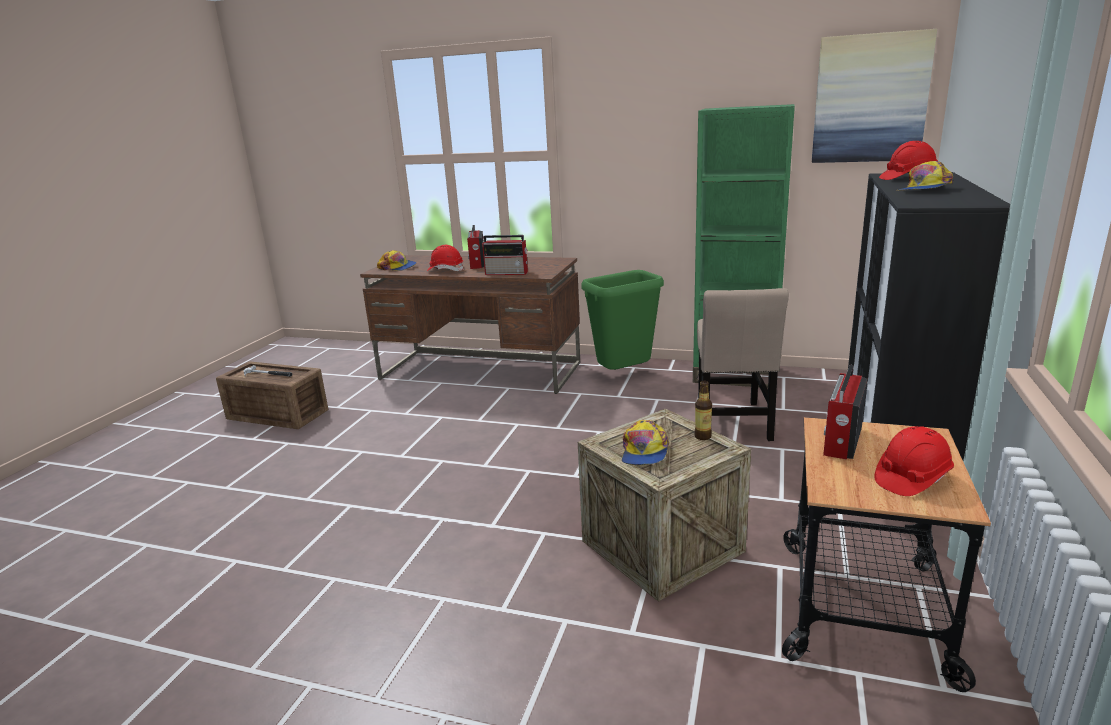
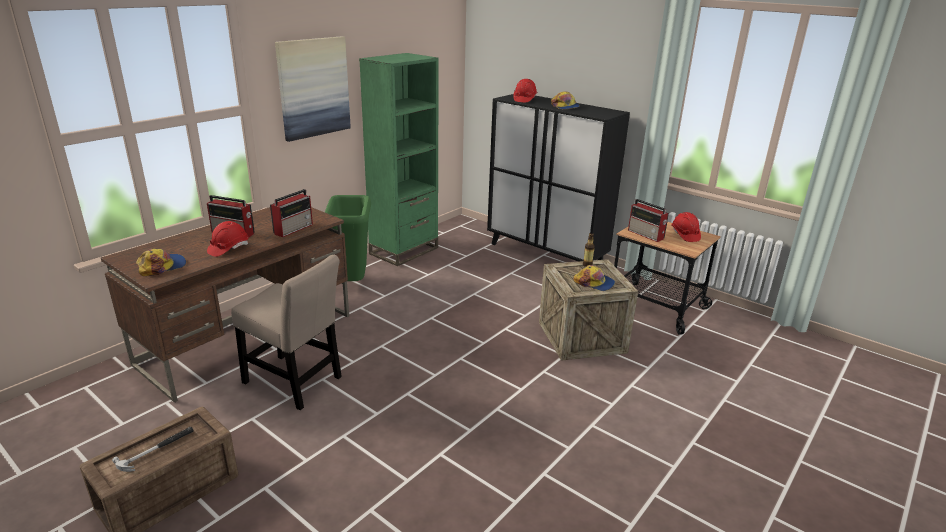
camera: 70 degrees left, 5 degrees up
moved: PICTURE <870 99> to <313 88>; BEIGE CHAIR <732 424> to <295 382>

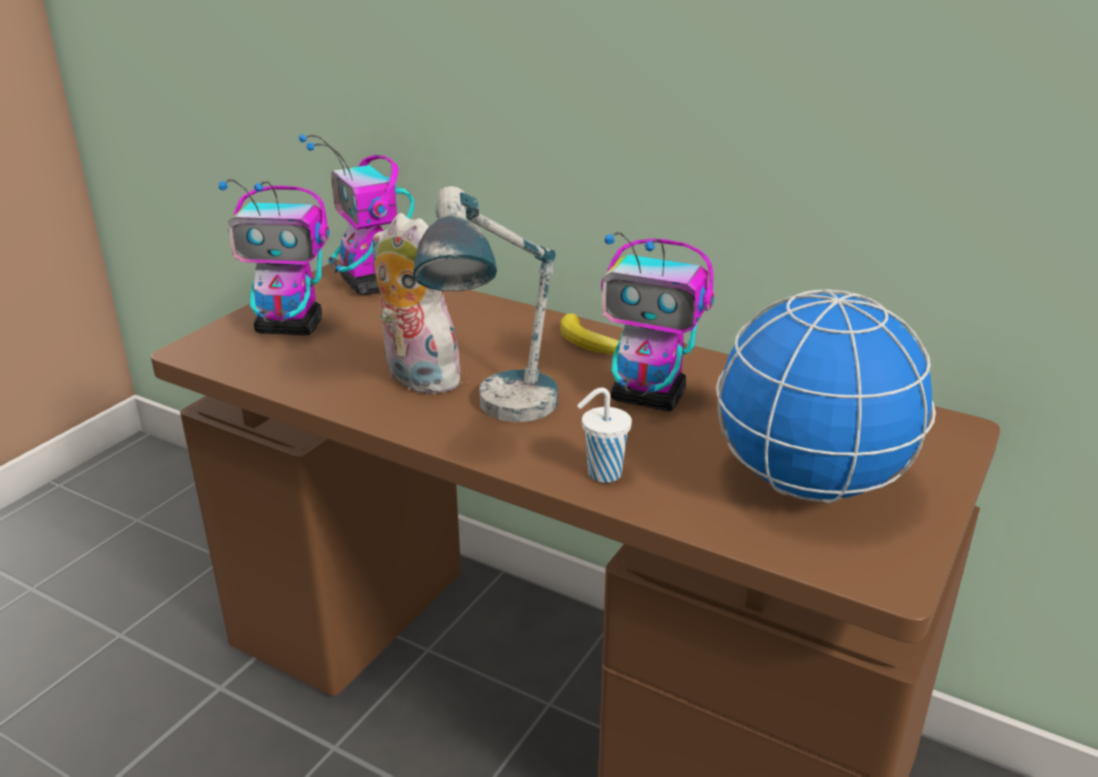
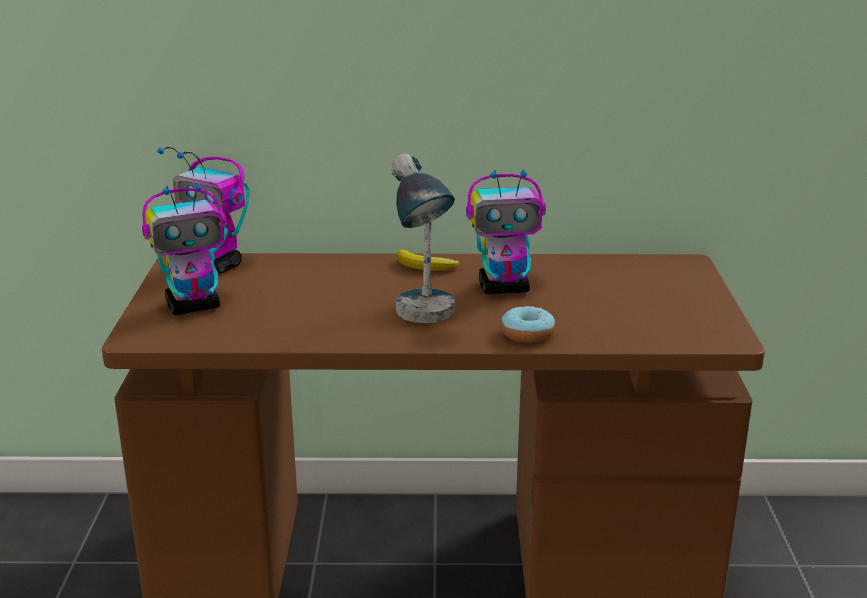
camera: 30 degrees left, 5 degrees down
removed: PLUSH TOY <415 377>; GLOBE <809 483>
replaced: WHITE CUP <602 474> to DONUT <527 334>

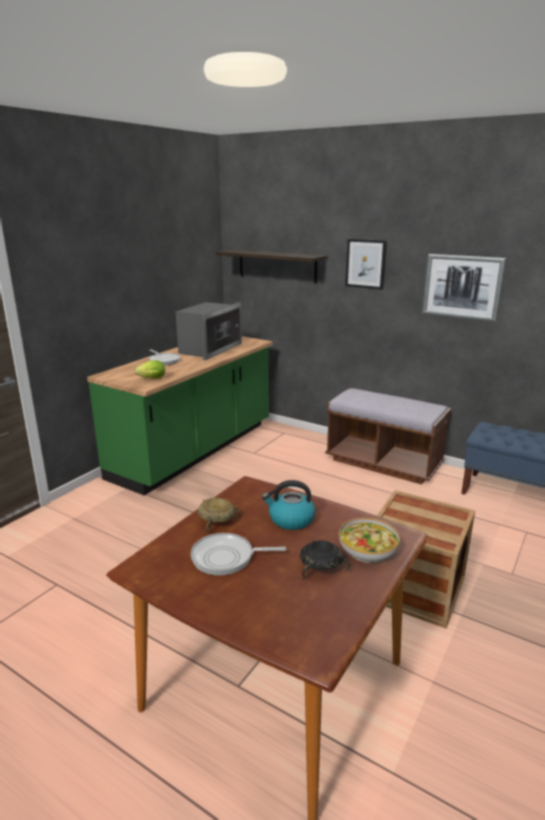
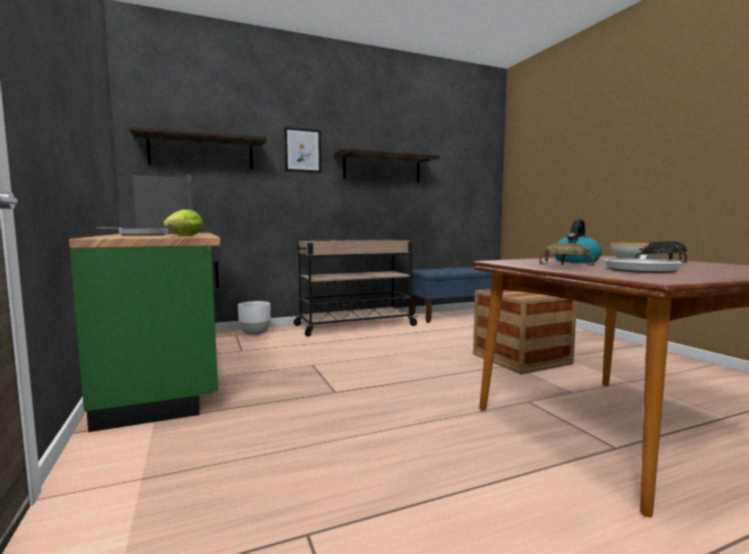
camera: 55 degrees left, 15 degrees down
added: WHITE PLANTER <255 334>
replaced: PICTURE <462 287> to SHELF <382 168>; BROWN BENCH <383 463> to BEIGE CART <353 325>

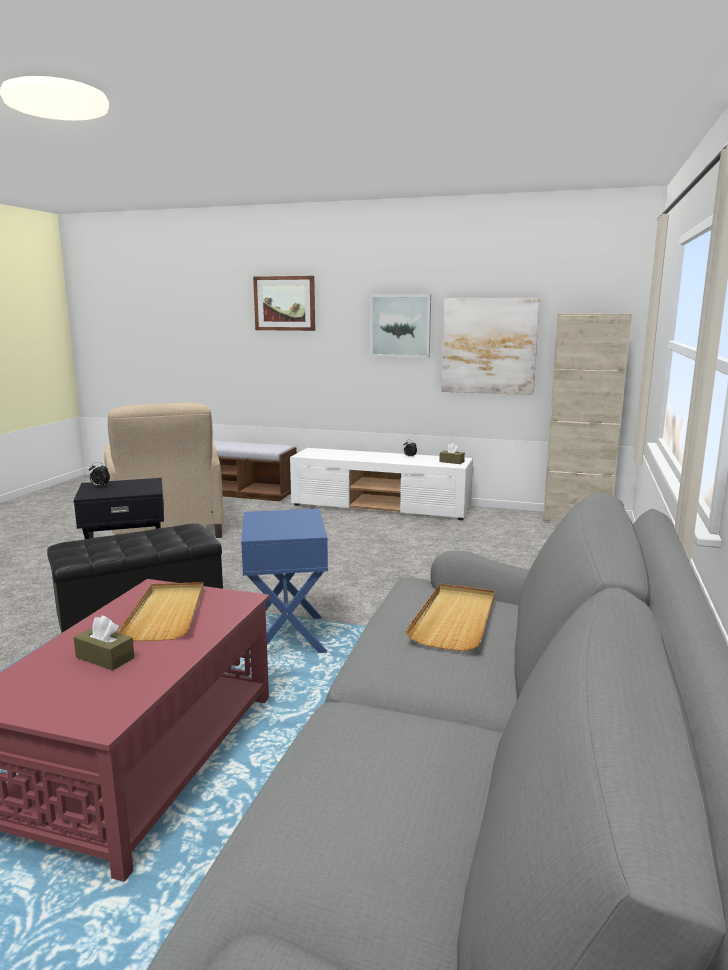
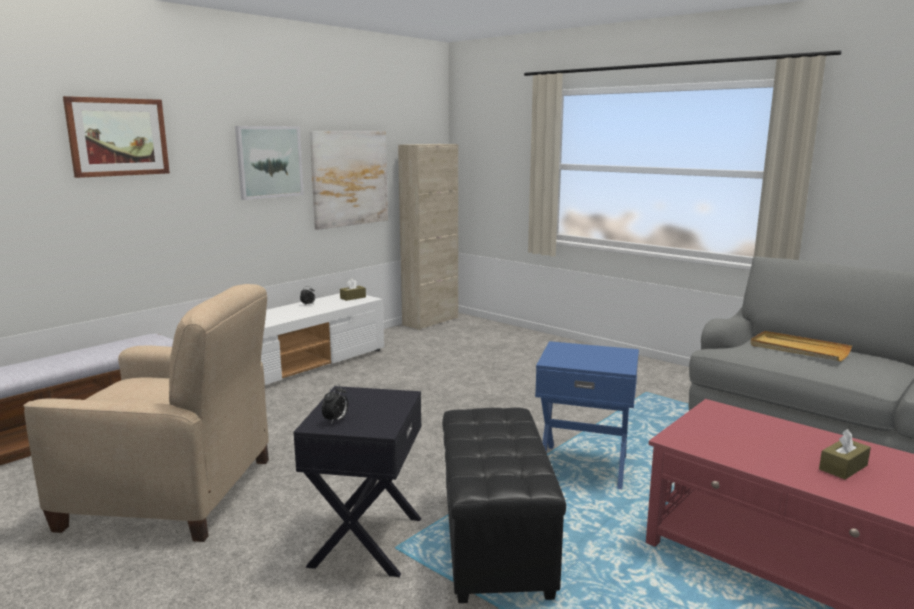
camera: 65 degrees left, 0 degrees up
removed: BEIGE TRAY <167 614>

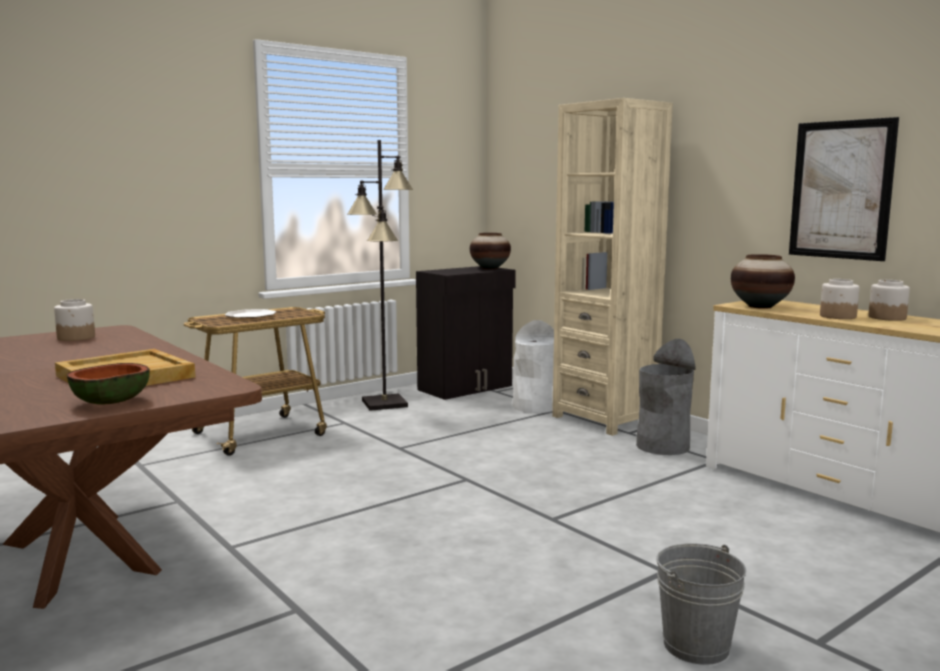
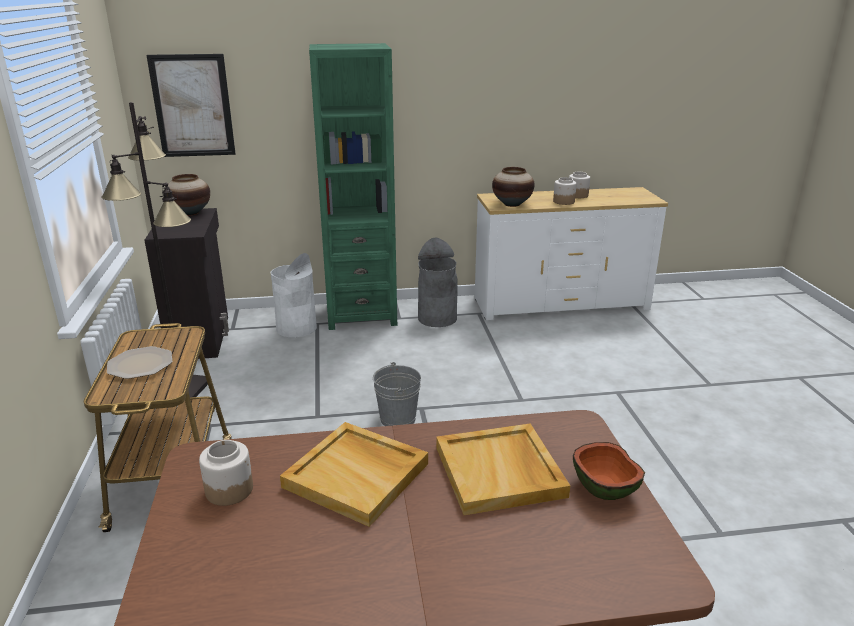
camera: 60 degrees left, 15 degrees up
added: BEIGE TRAY <358 475>
moved: PICTURE <841 190> to <192 106>; GREY BUCKET <696 645> to <397 418>
recoloured: BEIGE BOOKCASE <604 419> to GREEN BOOKCASE <361 315>

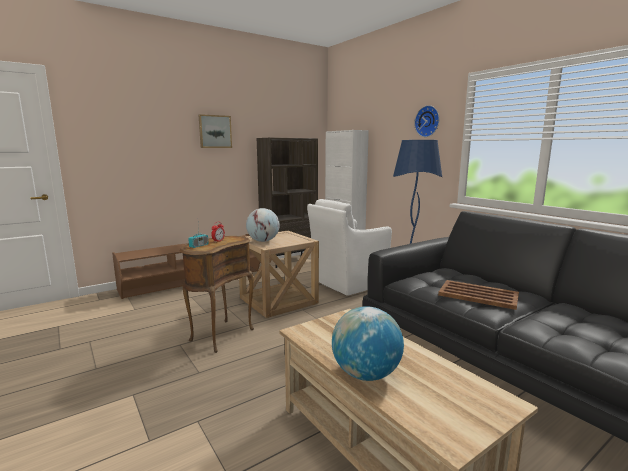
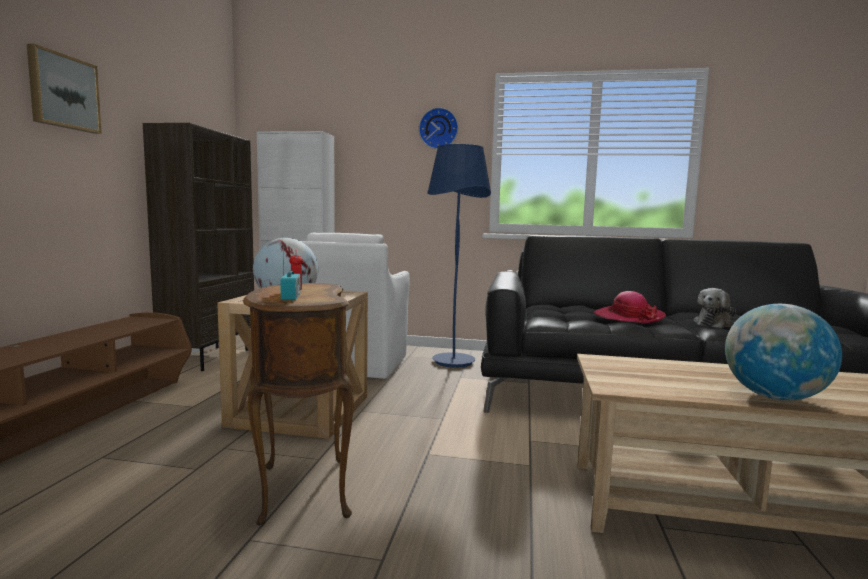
camera: 45 degrees left, 5 degrees down
added: PLUSH TOY <713 324>
replaced: BROWN TRAY <477 295> to HAT <628 317>

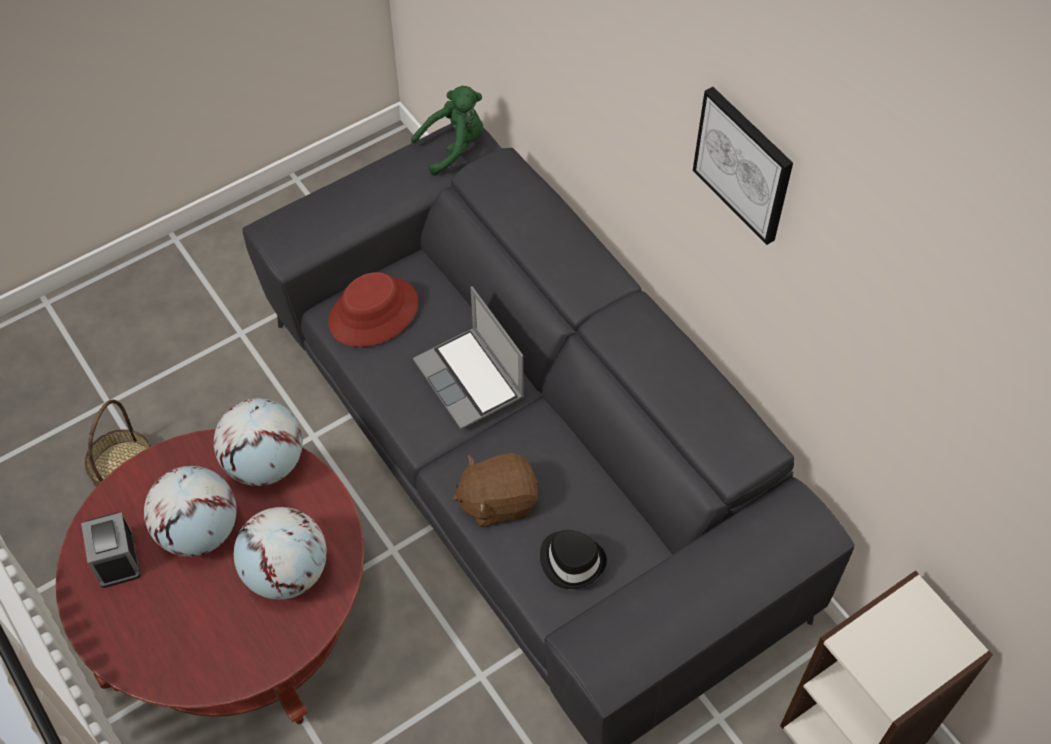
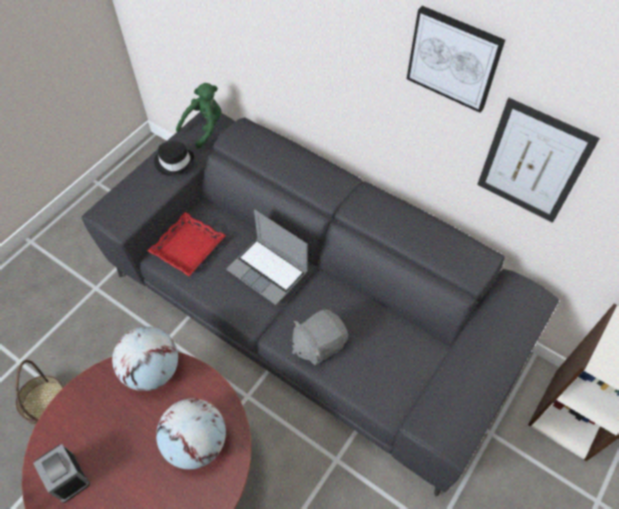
camera: 20 degrees left, 0 degrees up
removed: GLOBE <199 531>
added: PICTURE <532 163>
moved: BLACK HAT <572 560> to <174 162>
replaced: RED HAT <374 313> to RED TRAY <188 247>
recoloured: BROWN PLUSH TOY <497 501> to GREY PLUSH TOY <318 344>

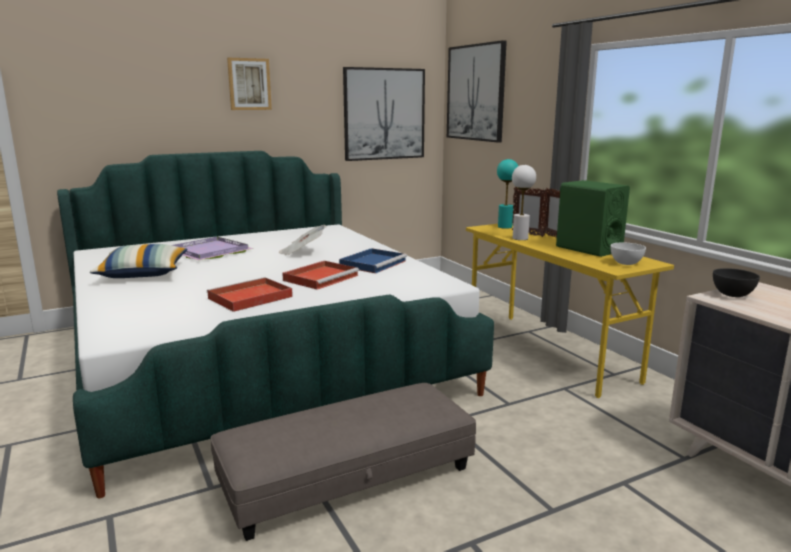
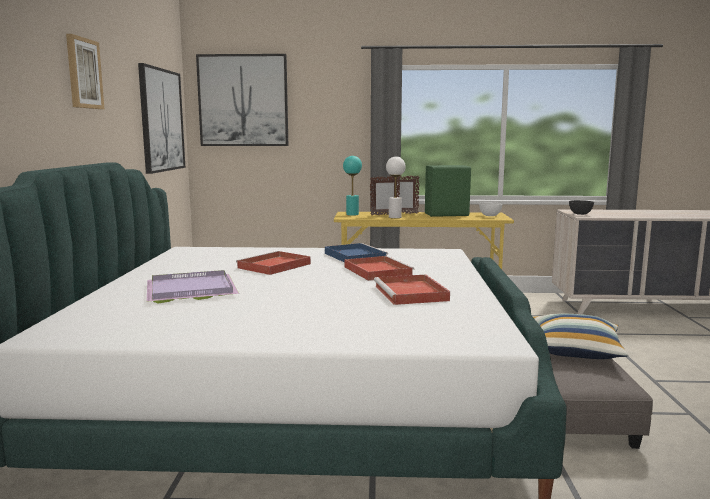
camera: 60 degrees left, 5 degrees down
moved: PILLOW <143 274> to <574 350>
replaced: NEWSPAPER <302 253> to RED TRAY <273 266>

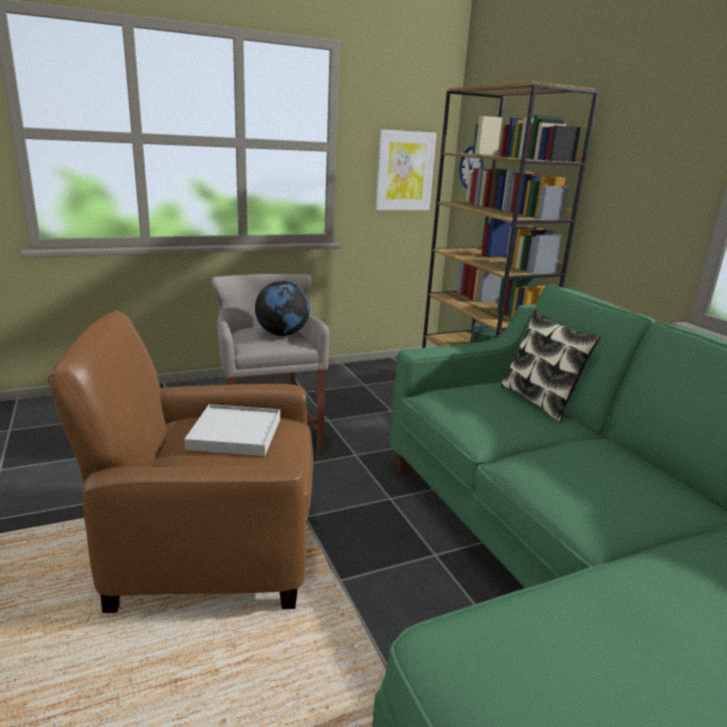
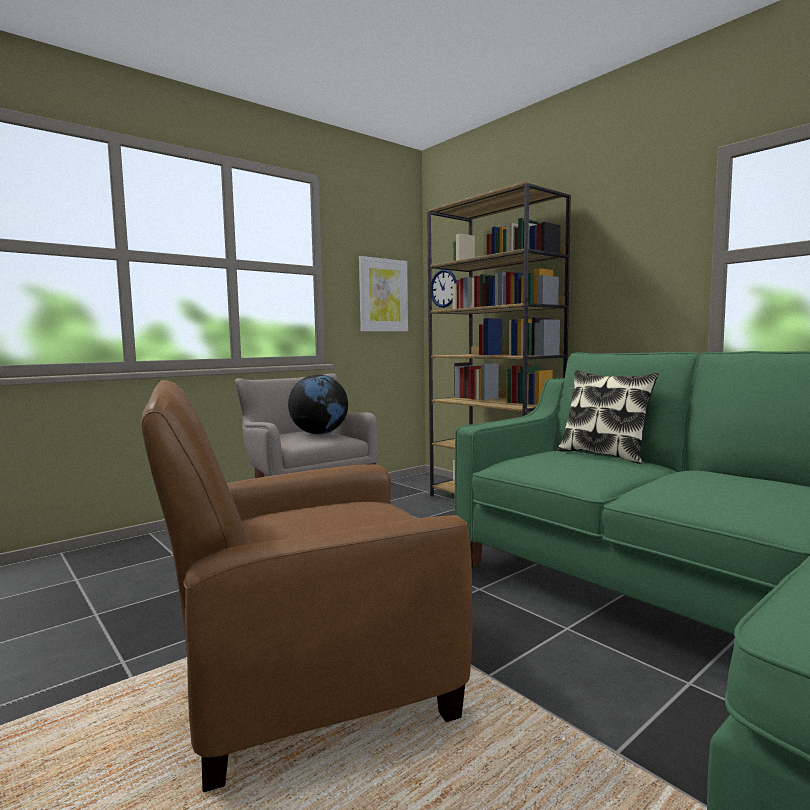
camera: 15 degrees left, 15 degrees down
removed: WHITE TRAY <235 434>

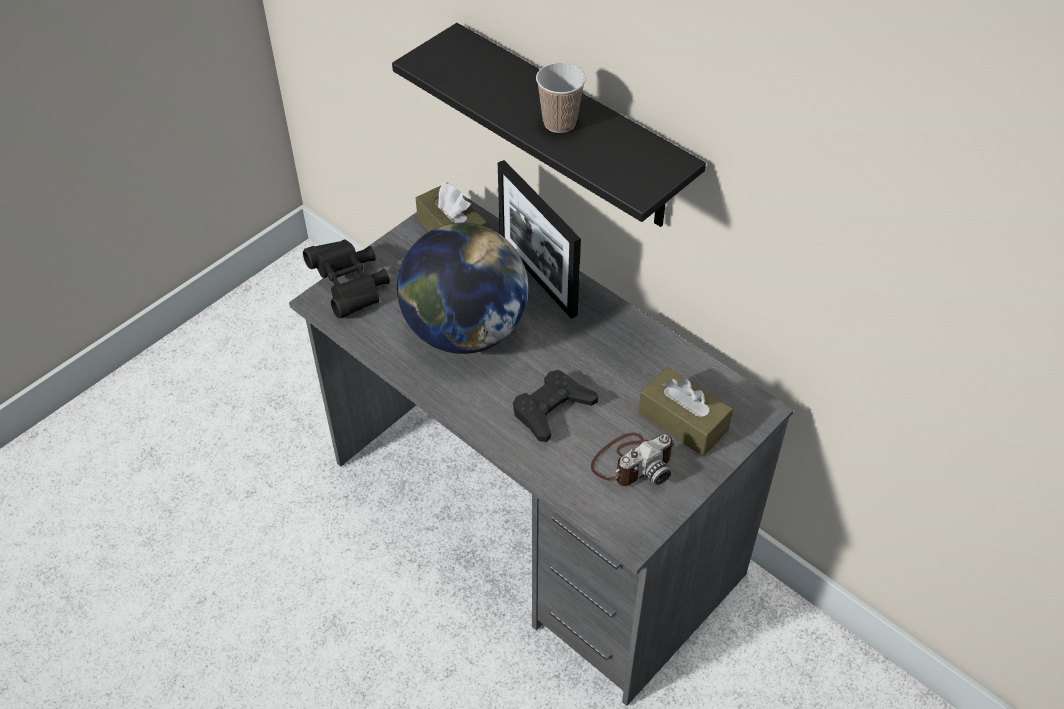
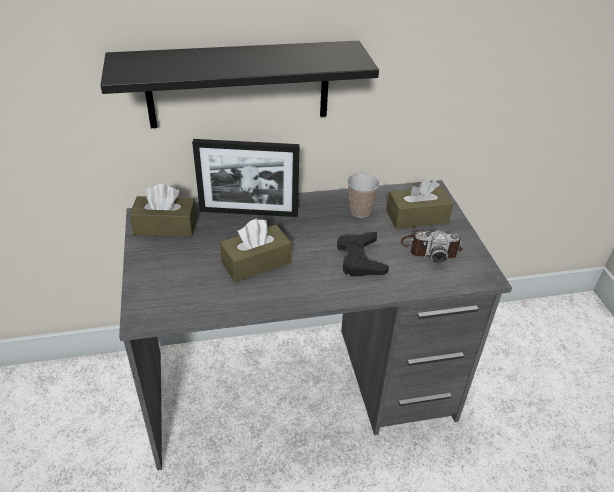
camera: 55 degrees left, 10 degrees down
removed: BLACK BINOCULARS <350 287>
moved: CUP <559 123> to <360 211>
replaced: GLOBE <465 331> to BROWN TISSUE BOX <256 262>
turned: PHOTO CAMERA <632 462> = <430 249> 90 degrees clockwise

